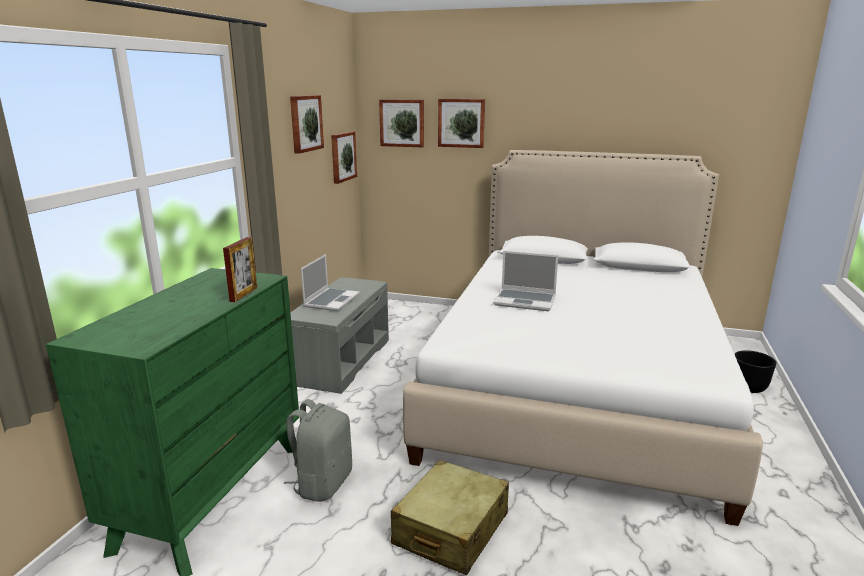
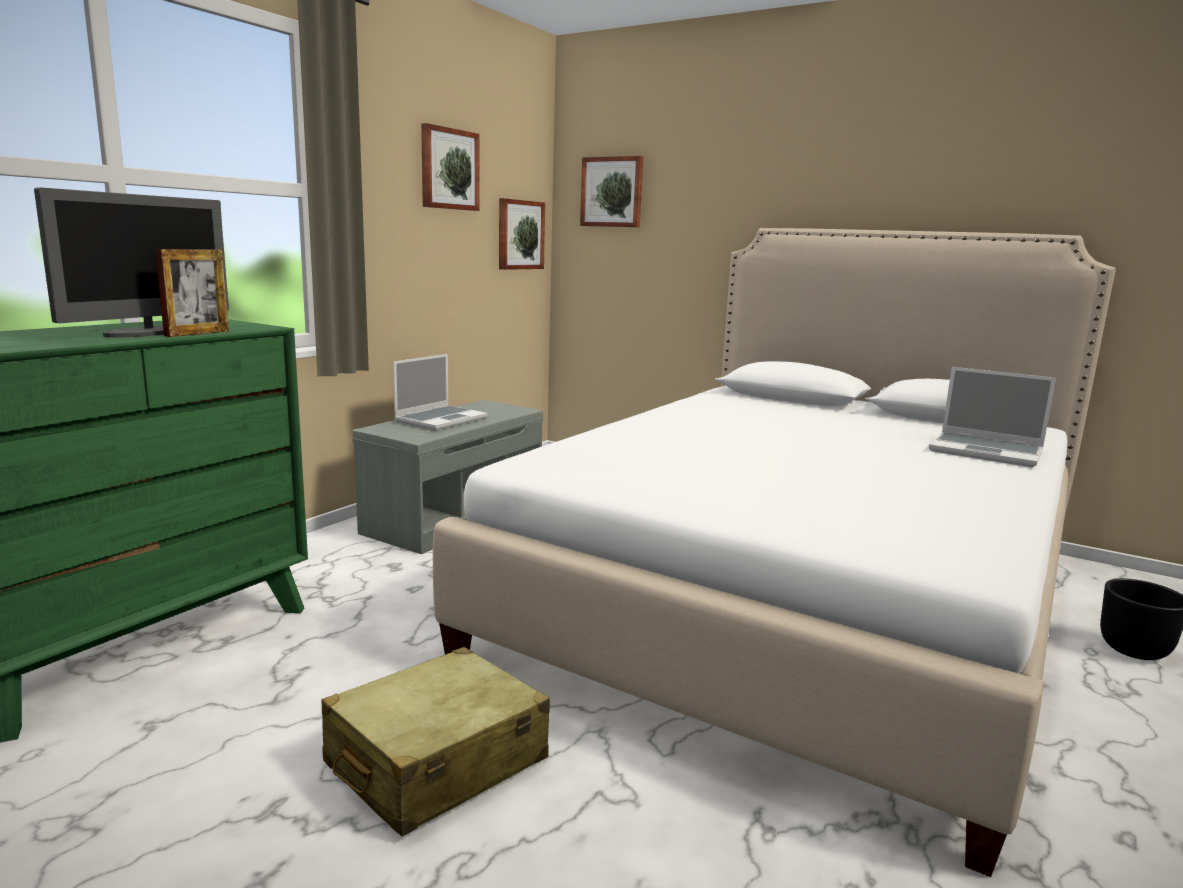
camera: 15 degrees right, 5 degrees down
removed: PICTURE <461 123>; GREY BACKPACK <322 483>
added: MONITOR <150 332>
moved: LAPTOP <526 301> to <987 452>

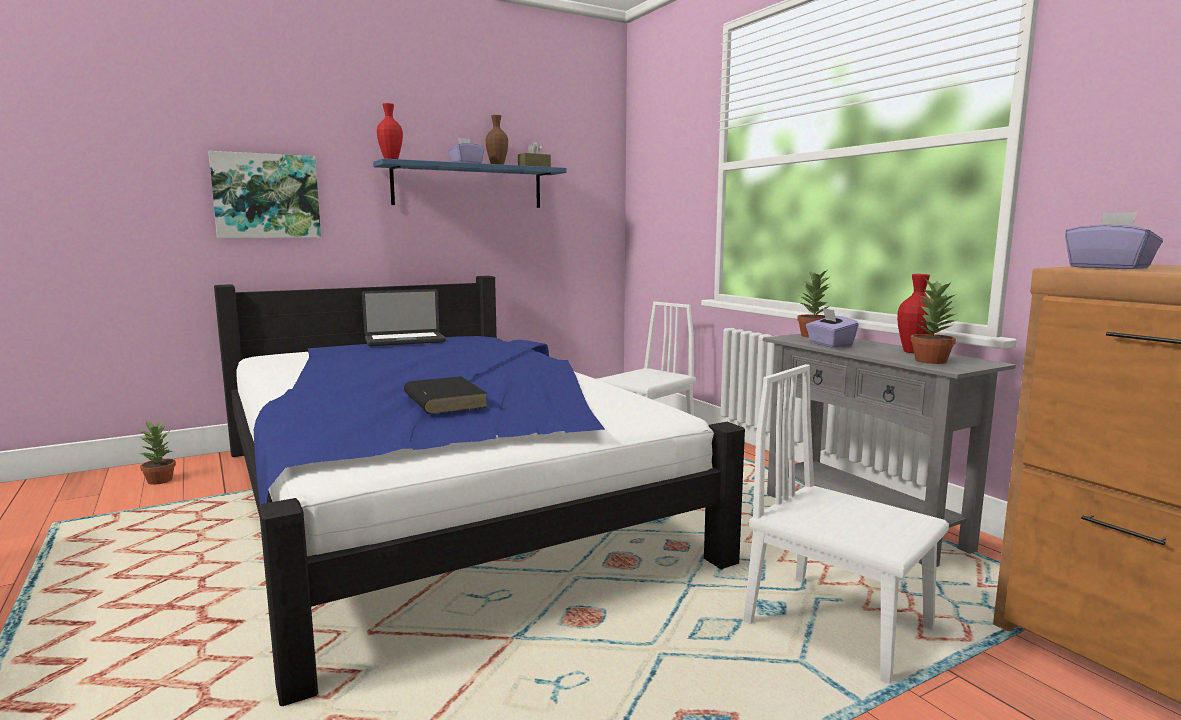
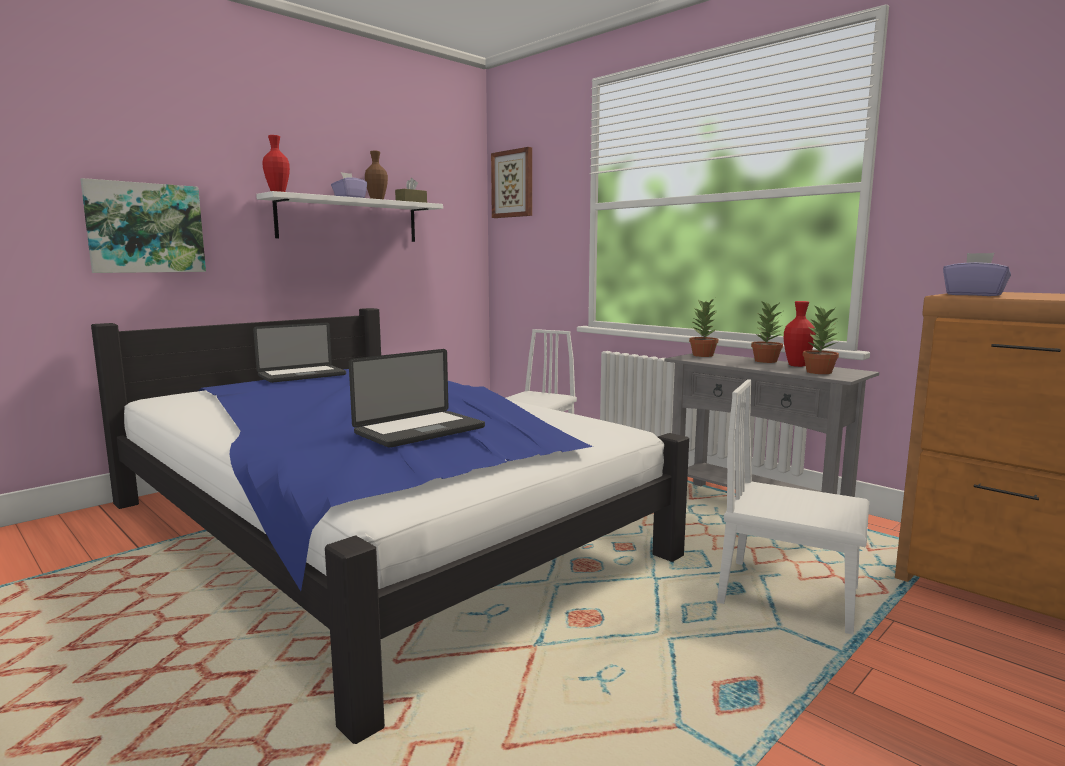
camera: 15 degrees left, 0 degrees up
removed: PURPLE TISSUE BOX <829 344>
added: PICTURE <513 184>
moved: POTTED PLANT <160 480> to <765 361>
replaced: BLACK BOOK <444 400> to LAPTOP <420 431>
recoloured: BLUE SHELF <468 186> to WHITE SHELF <349 220>

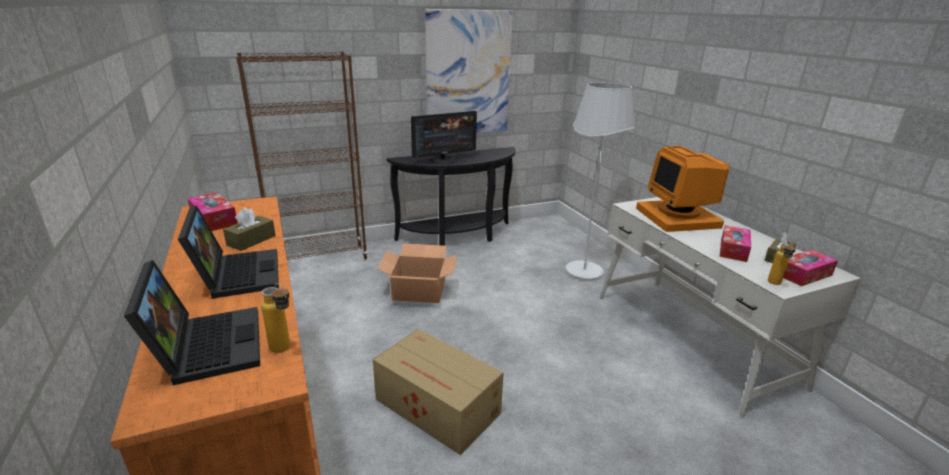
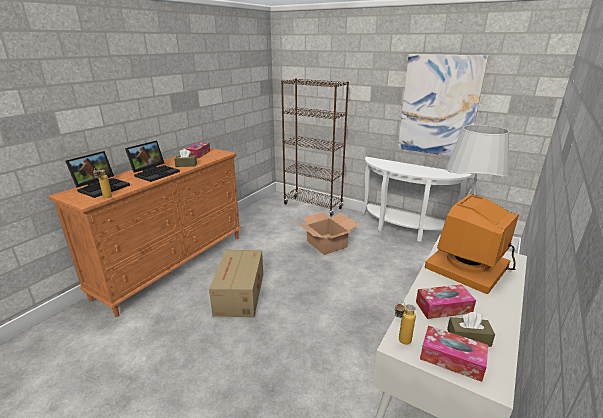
camera: 55 degrees right, 0 degrees up
removed: MONITOR <443 160>
recoloured: BLACK CONSOLE TABLE <458 237> to WHITE CONSOLE TABLE <402 229>

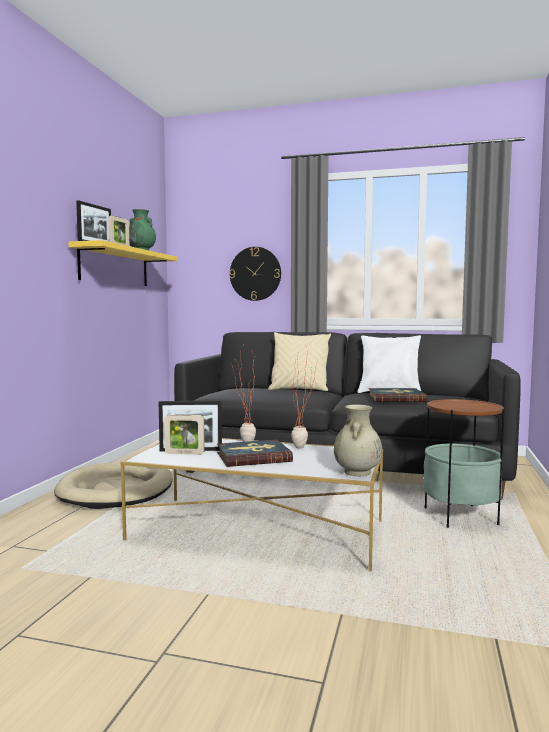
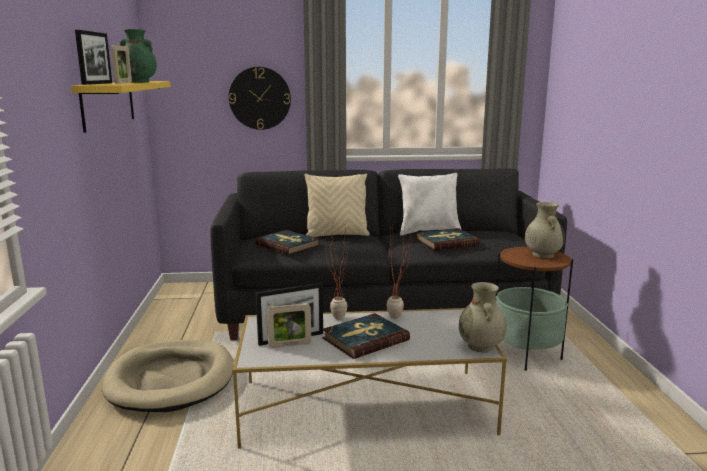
camera: 20 degrees left, 10 degrees up
added: BEIGE VASE <542 255>; BOOK <287 245>

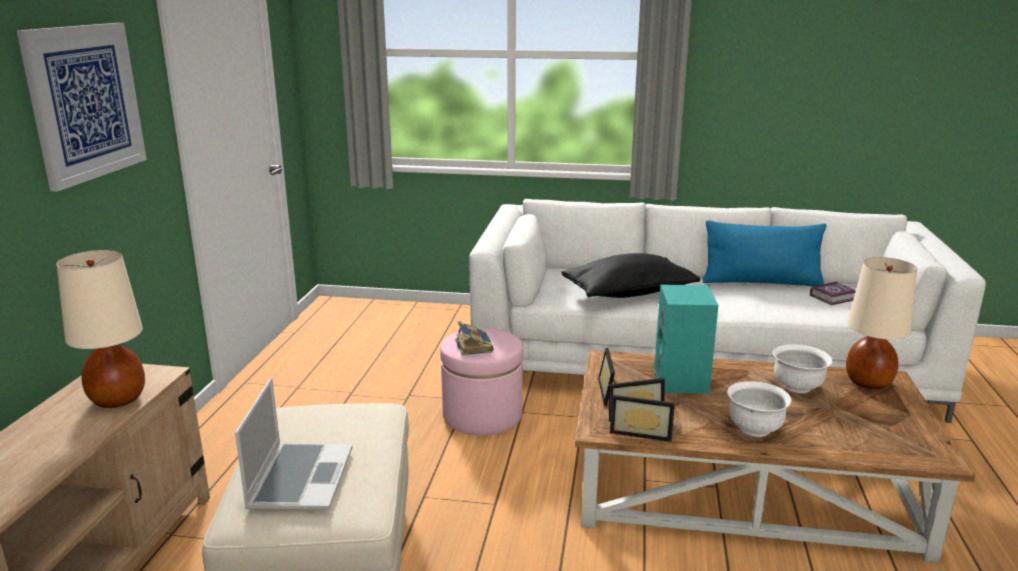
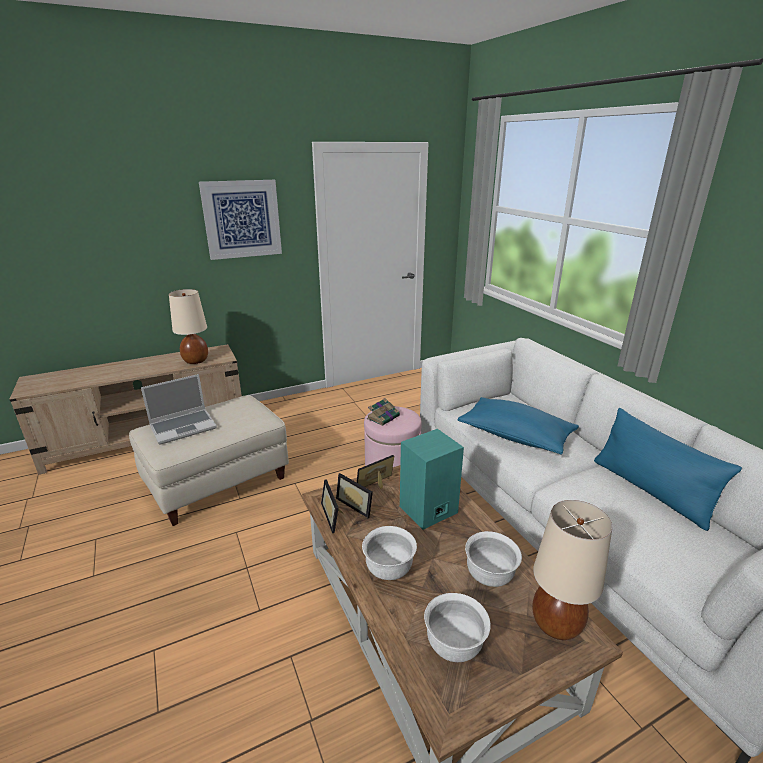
camera: 55 degrees right, 5 degrees up
removed: BOOK <834 297>
added: WHITE BOWL <454 646>
recoloured: BLACK PILLOW <628 293> to BLUE PILLOW <515 436>

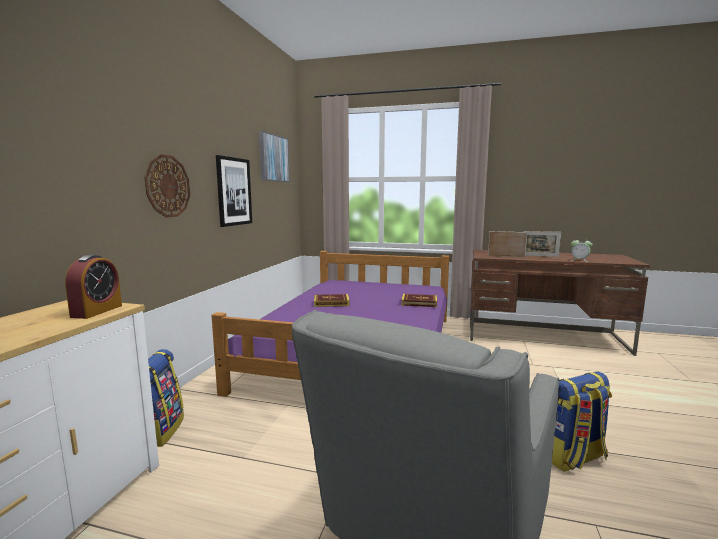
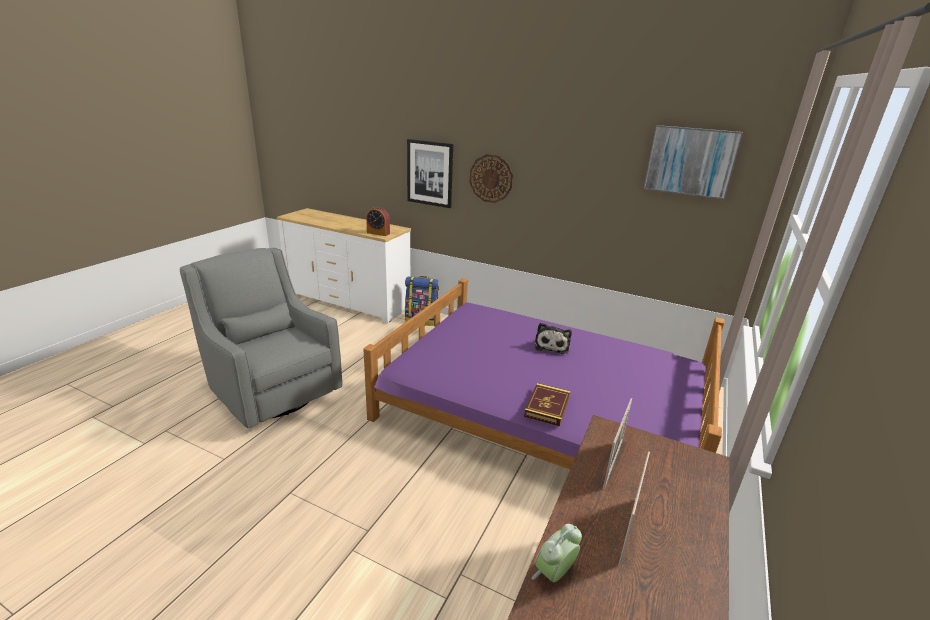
camera: 100 degrees right, 15 degrees up
removed: BACKPACK <573 457>
moved: PICTURE <234 191> to <430 173>
replaced: BOOK <331 303> to PLUSH TOY <552 345>

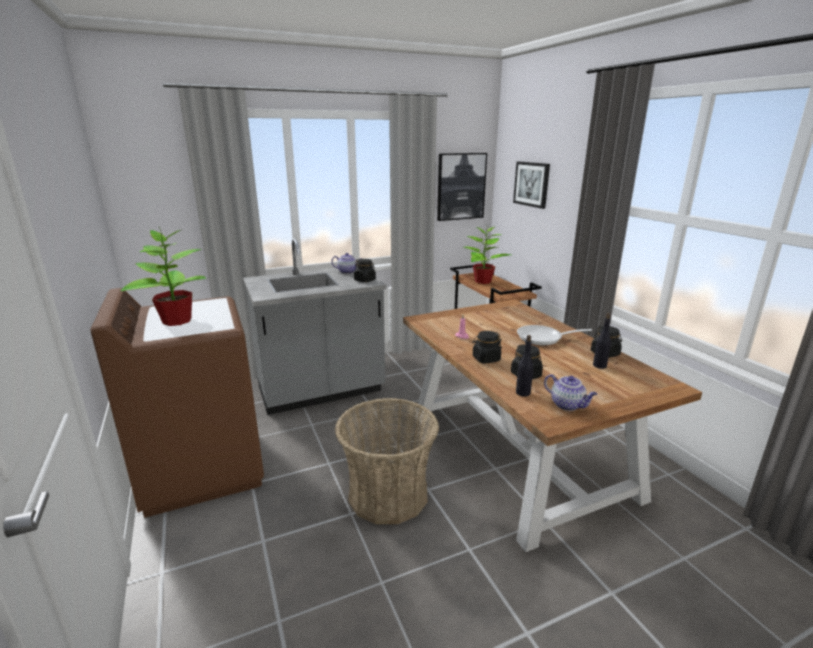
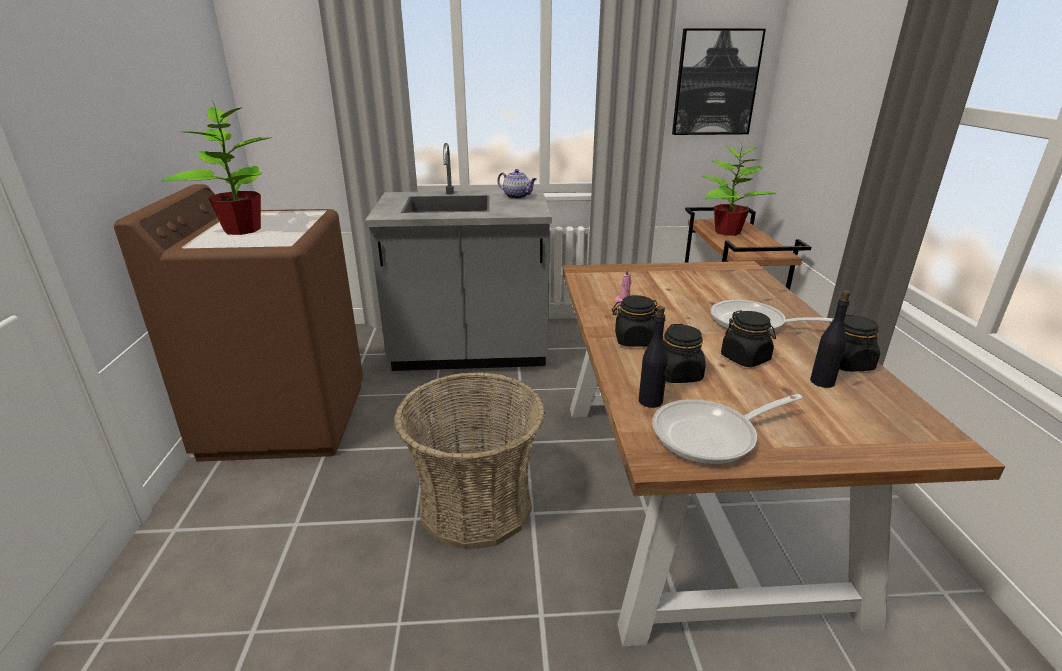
camera: 20 degrees right, 5 degrees up
removed: PICTURE <532 184>
moved: BLACK JAR <365 280> to <745 358>
replaced: TEAPOT <568 405> to FRYING PAN <712 436>

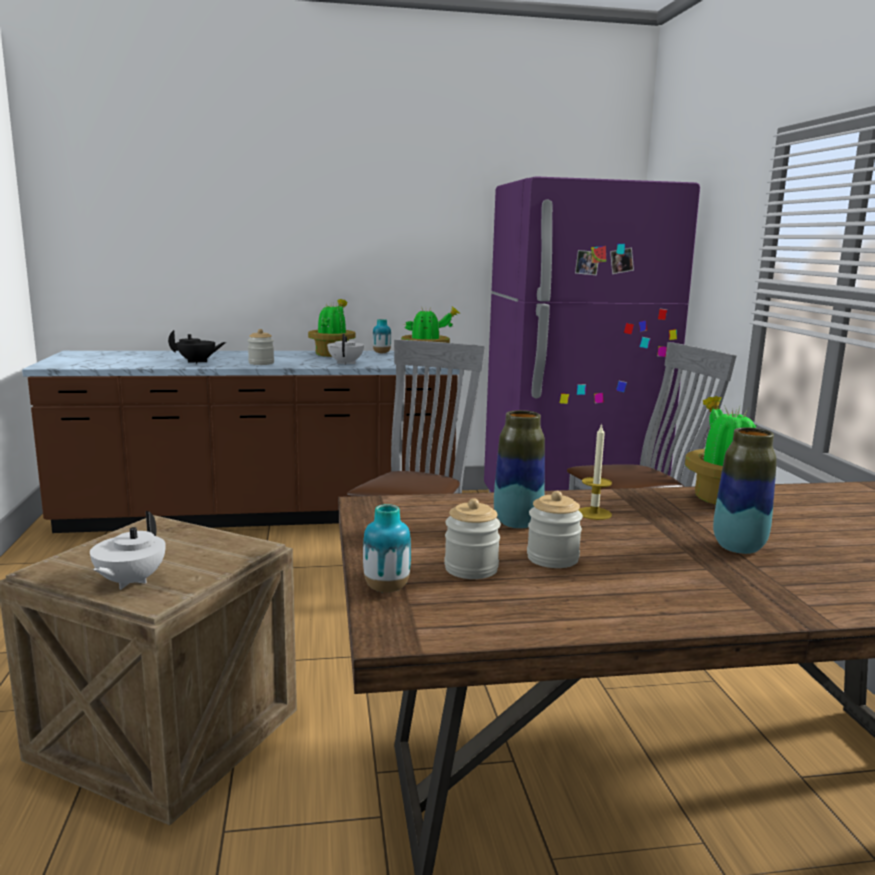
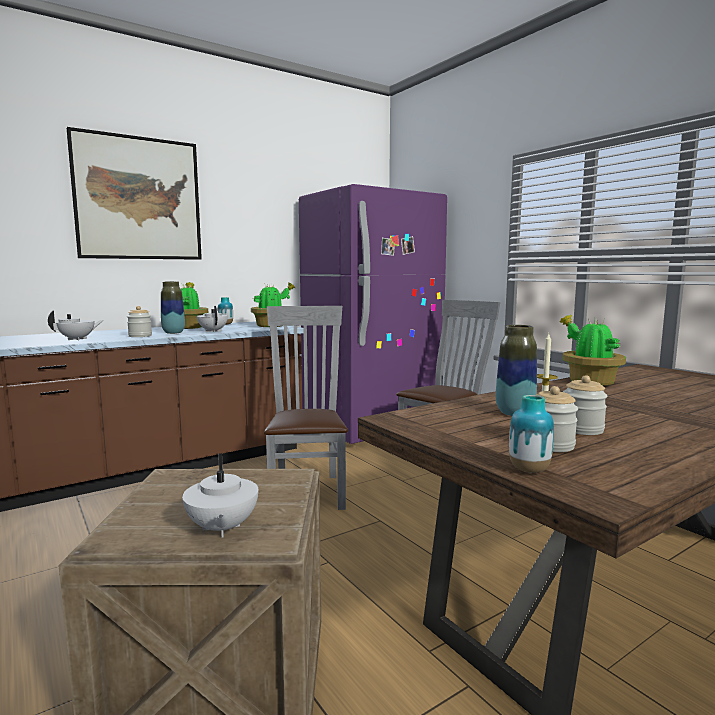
camera: 25 degrees left, 5 degrees down
added: PICTURE <138 199>
moved: VASE <738 548> to <173 333>
recoloured: BLACK TEAPOT <197 362> to WHITE TEAPOT <77 339>

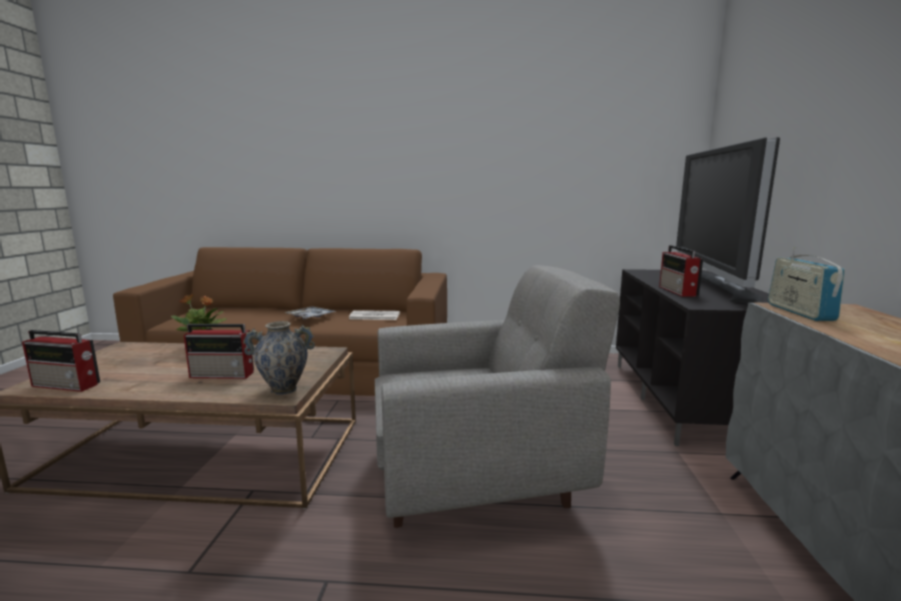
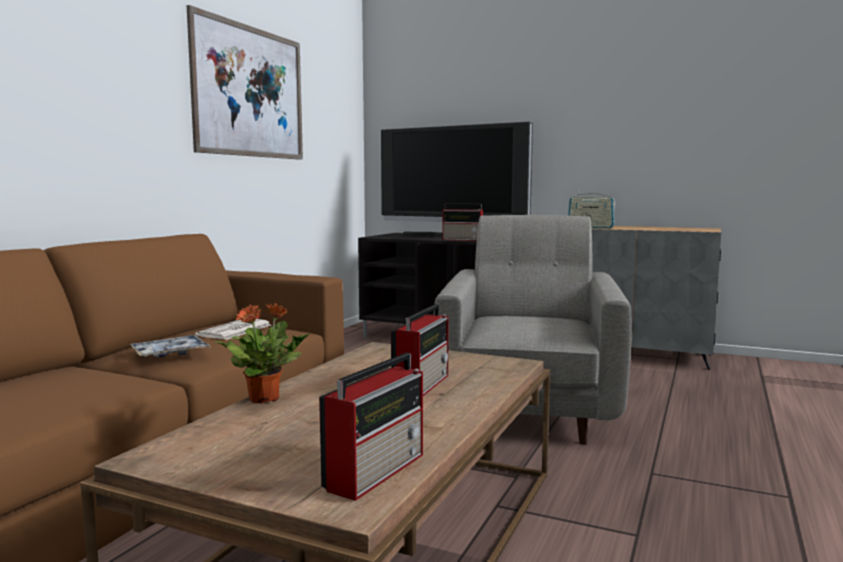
camera: 70 degrees left, 5 degrees down
removed: VASE <283 389>
added: PICTURE <250 92>

